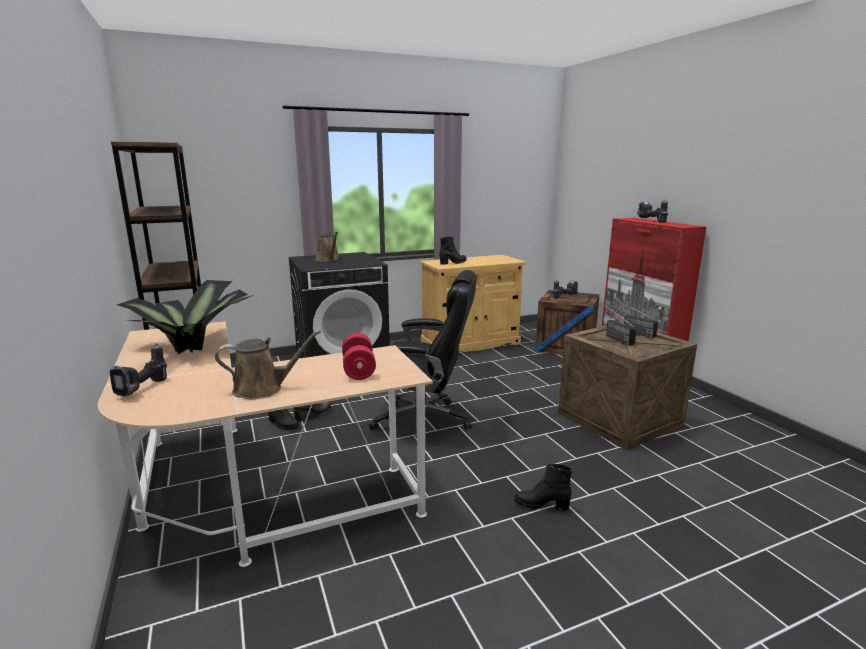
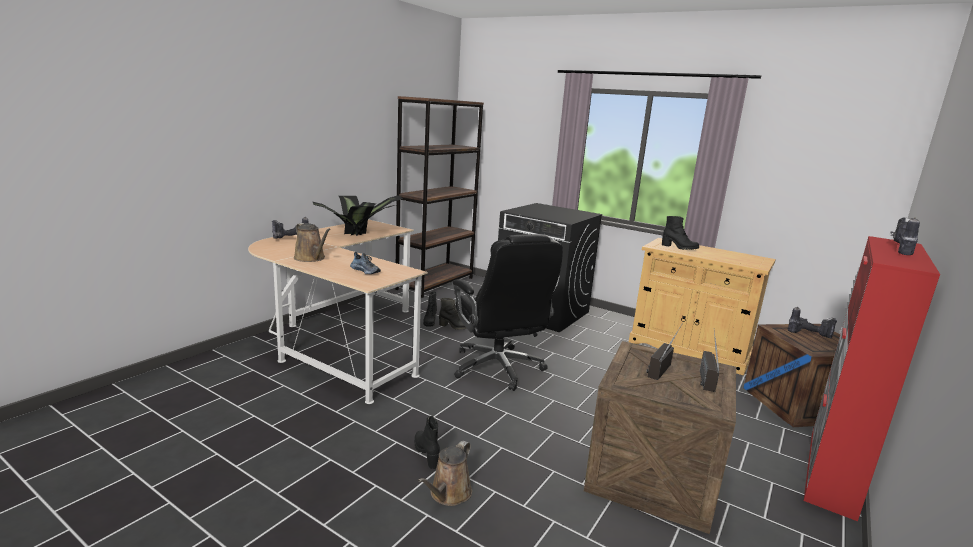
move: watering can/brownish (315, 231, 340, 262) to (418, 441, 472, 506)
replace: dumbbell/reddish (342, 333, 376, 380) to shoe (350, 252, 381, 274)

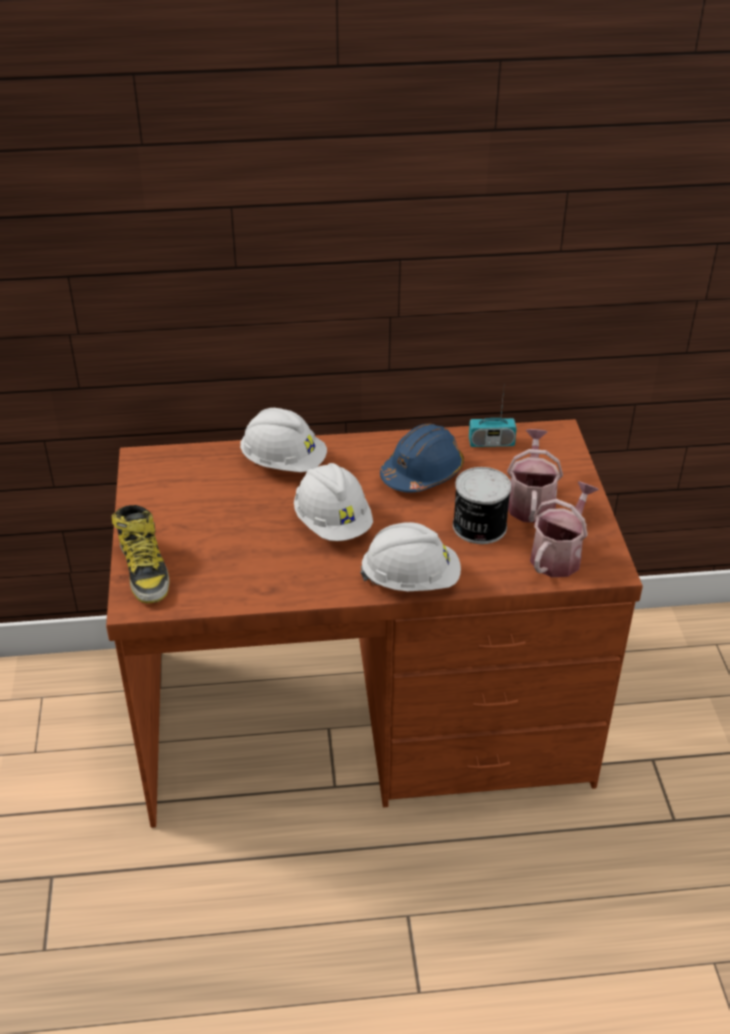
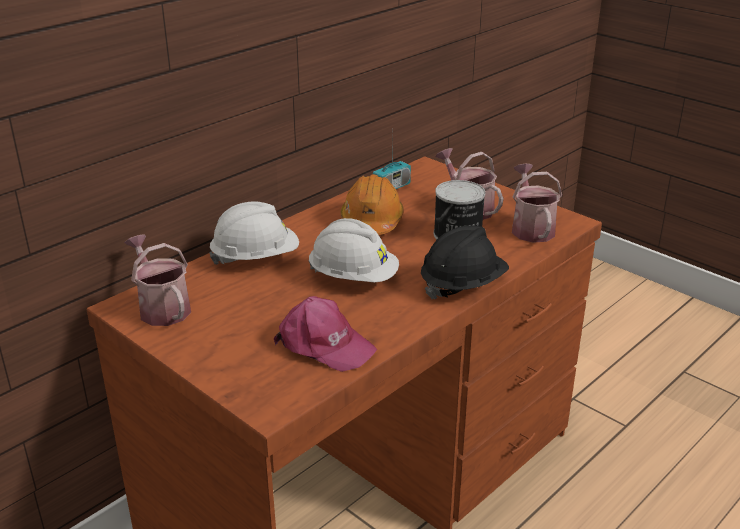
delete: boot (112, 505, 170, 604)
insert: watering can (124, 234, 191, 326); baseball cap/pink-coloured (274, 296, 377, 372)
recolor: work helmet/whitish (360, 522, 461, 591) to work helmet/black-coloured (421, 225, 509, 300); work helmet/bluish (380, 423, 464, 493) to work helmet/orange (340, 174, 404, 235)

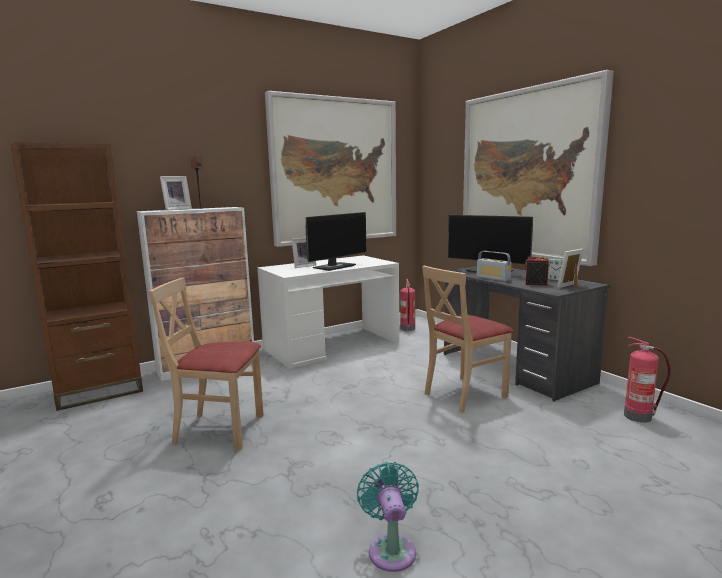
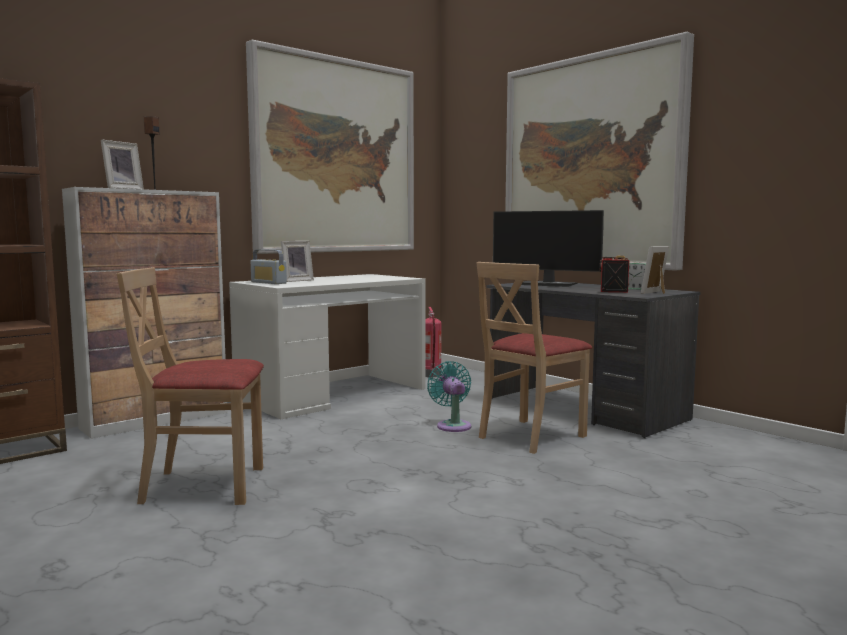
delete: monitor (306, 212, 367, 271); extinguisher (624, 337, 671, 423)
move: cooling fan/turquoise-coloured (357, 462, 419, 572) to (427, 361, 471, 432); radio receiver (477, 251, 511, 281) to (251, 249, 287, 284)

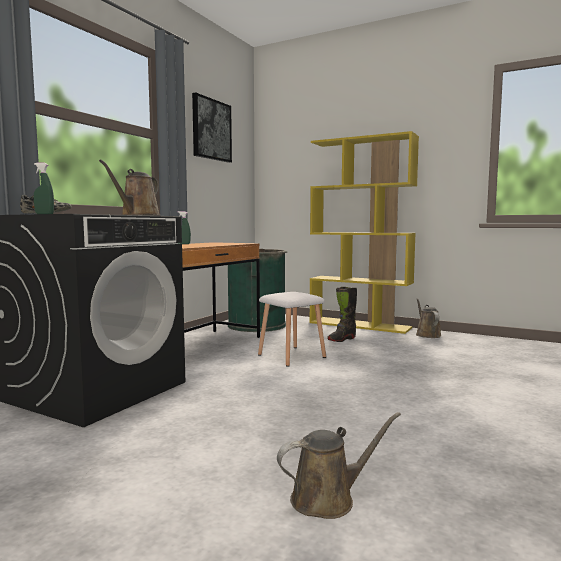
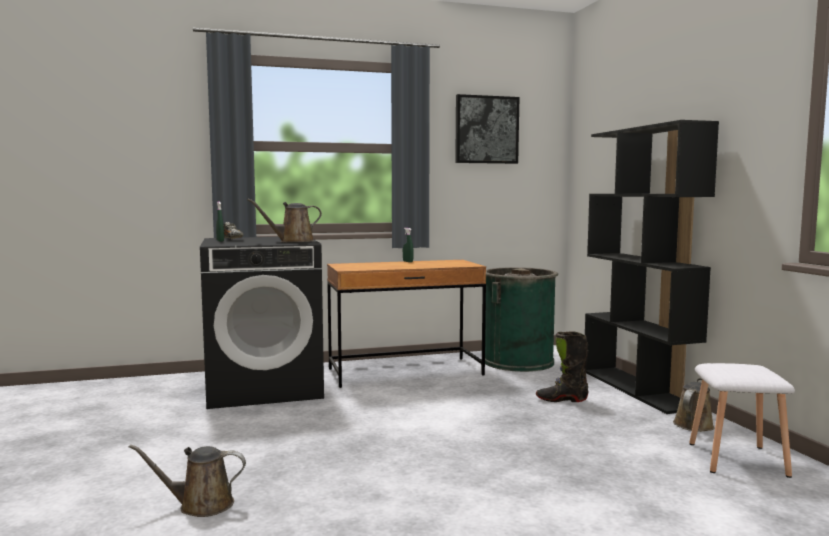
move: stool seat/whitish (258, 292, 326, 367) to (689, 363, 795, 478)
recolor: bookshelf/yellowish (309, 131, 419, 334) to bookshelf/black-coloured (585, 120, 719, 414)
rotate: watering can/brownish (277, 412, 401, 519) = (129, 444, 246, 517) 150 degrees clockwise

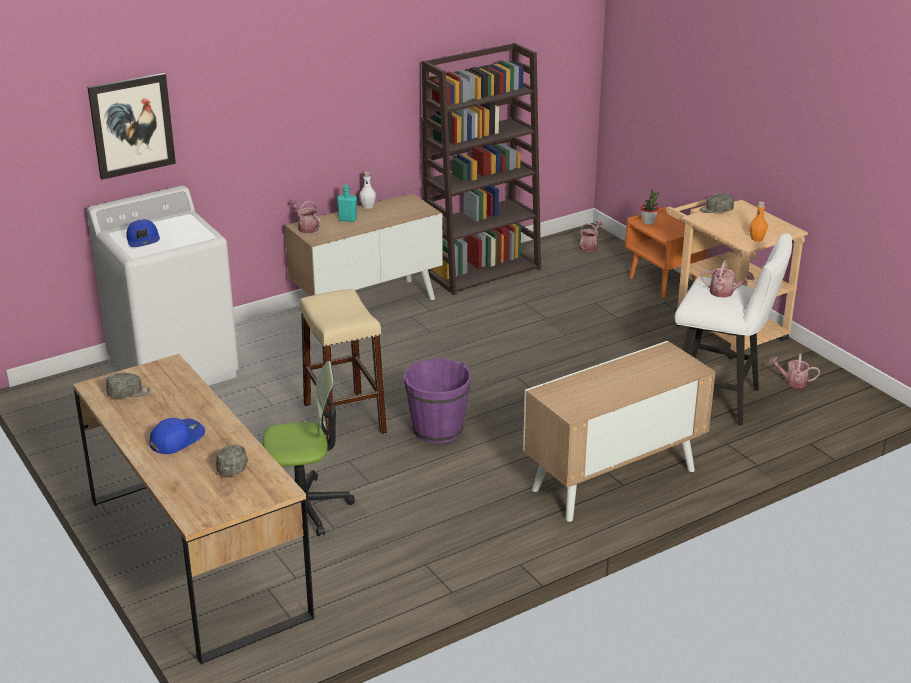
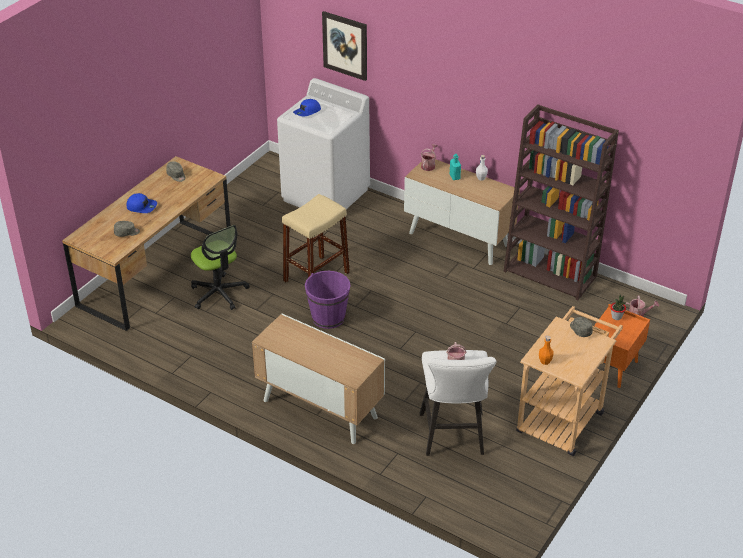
delete: watering can (769, 354, 820, 388)

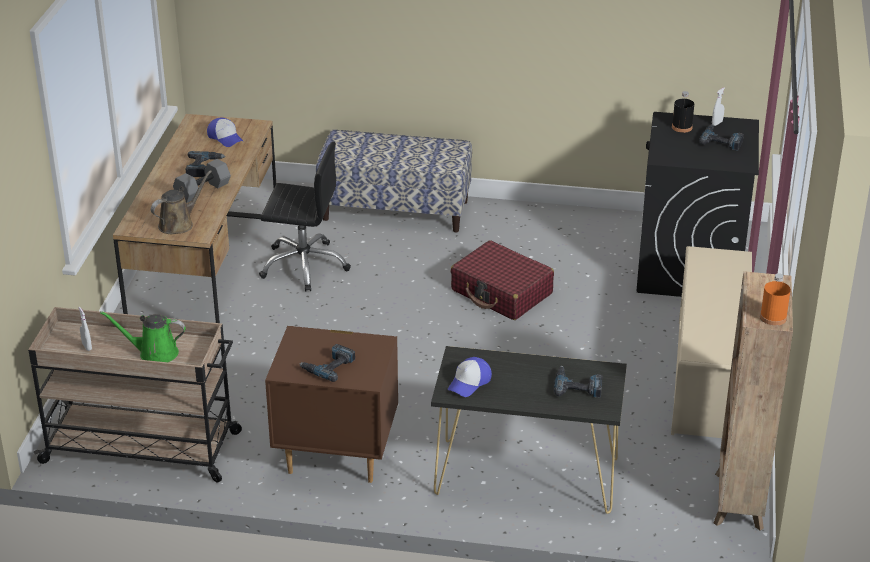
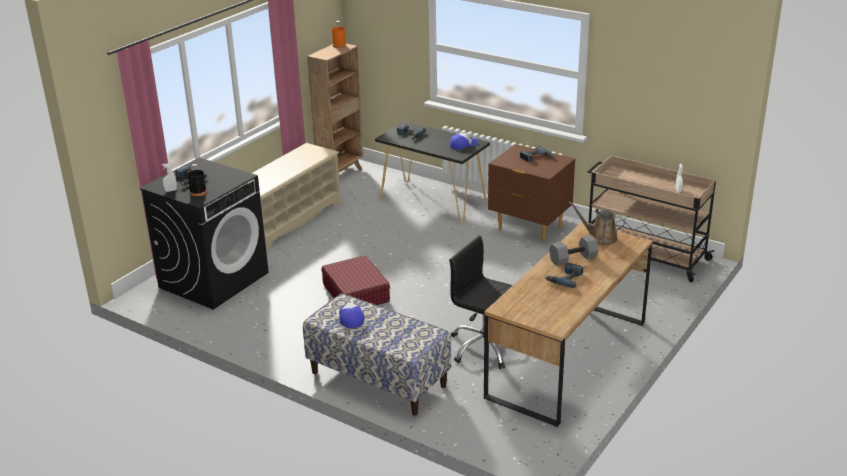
delete: watering can/green-coloured (100, 311, 186, 362)
move: baseball cap (207, 117, 243, 147) to (339, 302, 365, 328)
rotate: watering can/brownish (151, 170, 212, 234) = (568, 201, 626, 245) 45 degrees clockwise

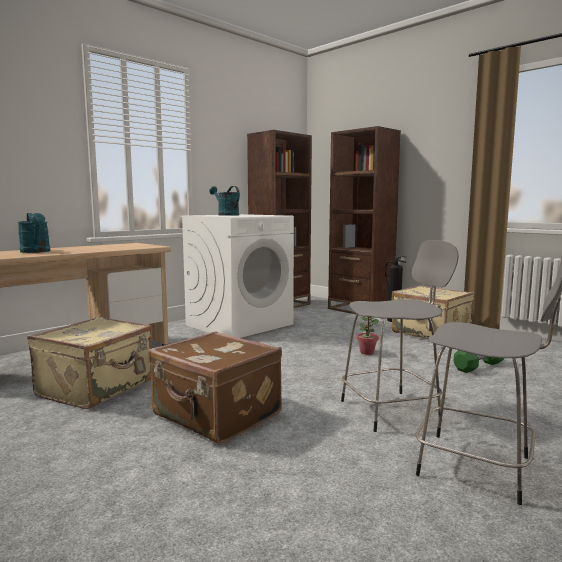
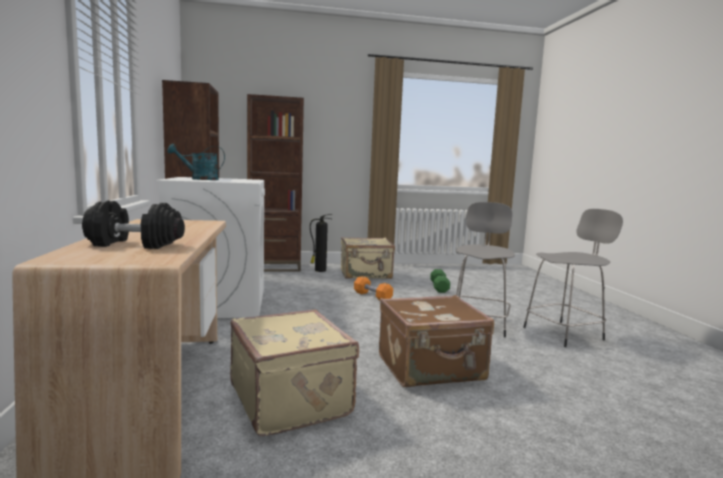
replace: watering can/turquoise-coloured (17, 213, 50, 253) to dumbbell/black-coloured (82, 200, 185, 249); potted plant (356, 316, 379, 355) to dumbbell/orange (354, 276, 393, 301)

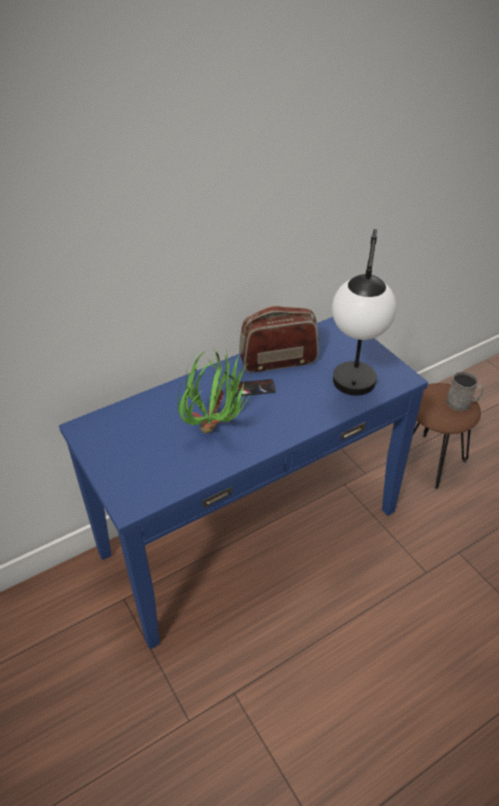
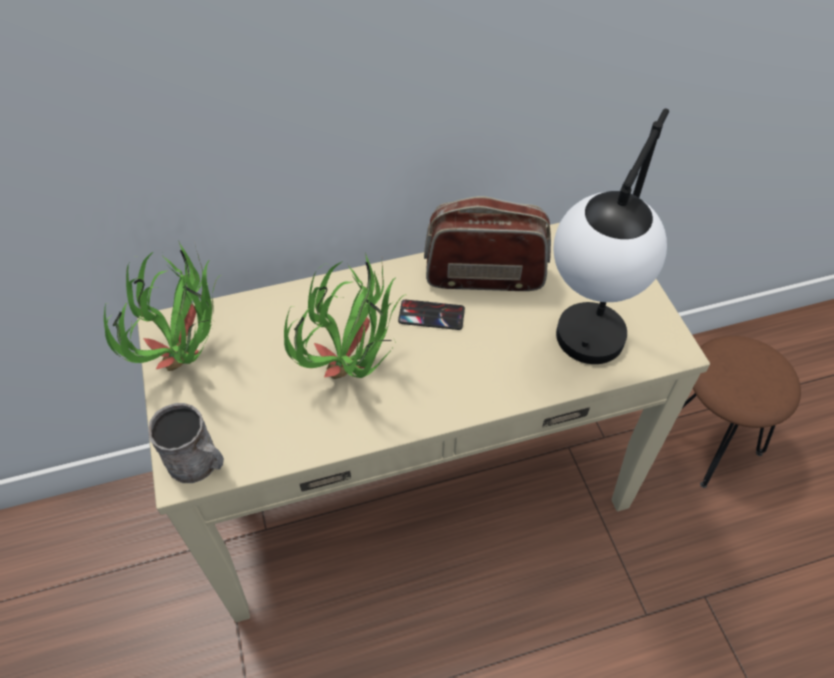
insert: potted plant (104, 240, 222, 371)
move: tea mug/gray (446, 371, 483, 412) to (148, 403, 224, 483)
recolor: narrow table/bluish (59, 317, 428, 649) to narrow table/sand-coloured (137, 223, 710, 622)

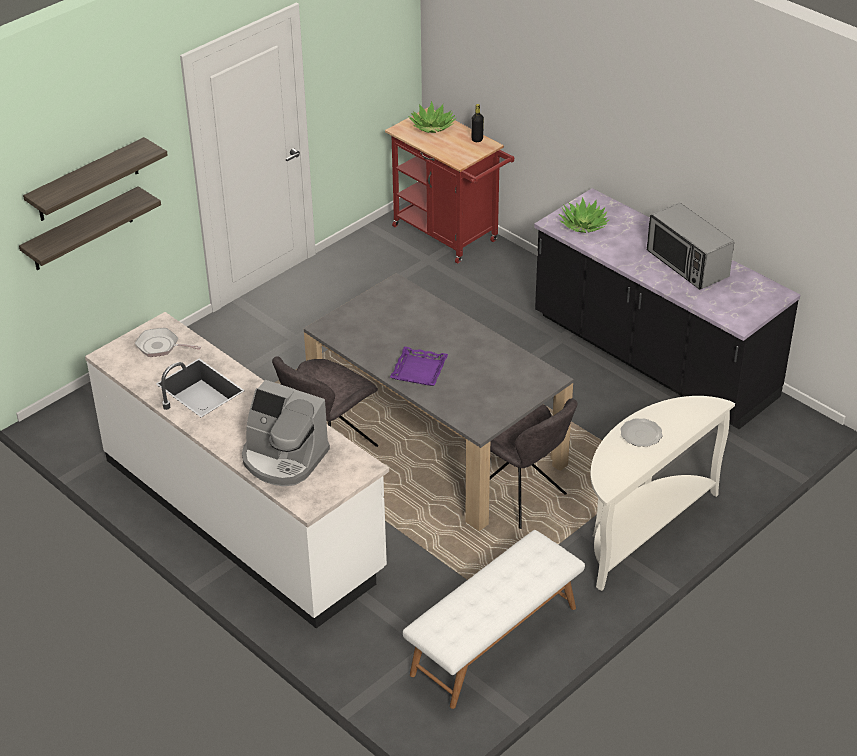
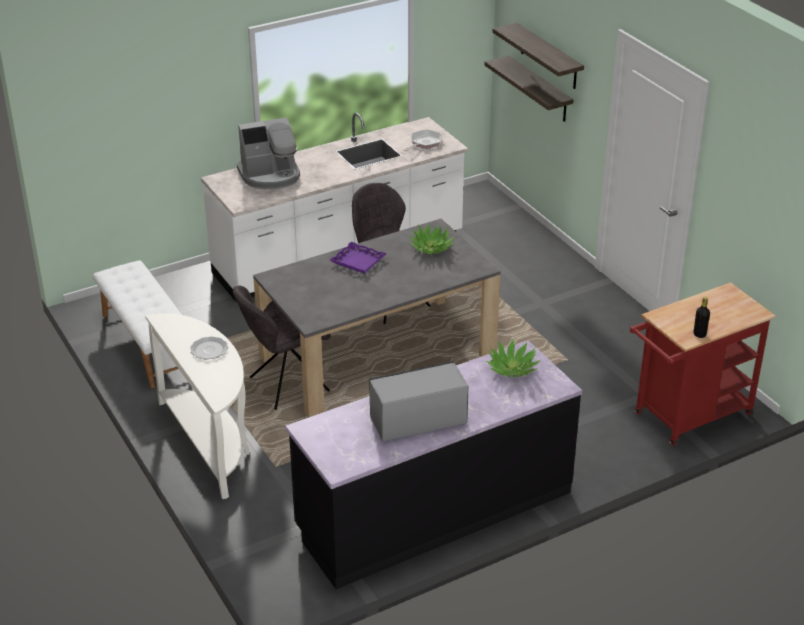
move: potted plant (408, 101, 456, 133) to (410, 223, 455, 255)
rotate: coffee maker (242, 380, 330, 486) = (237, 117, 300, 189) 150 degrees counterclockwise

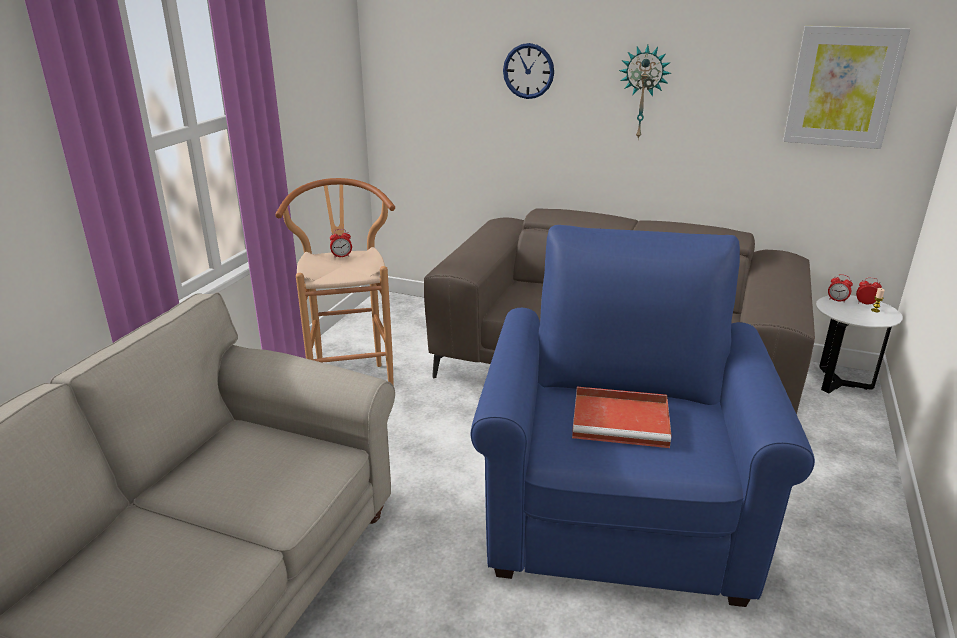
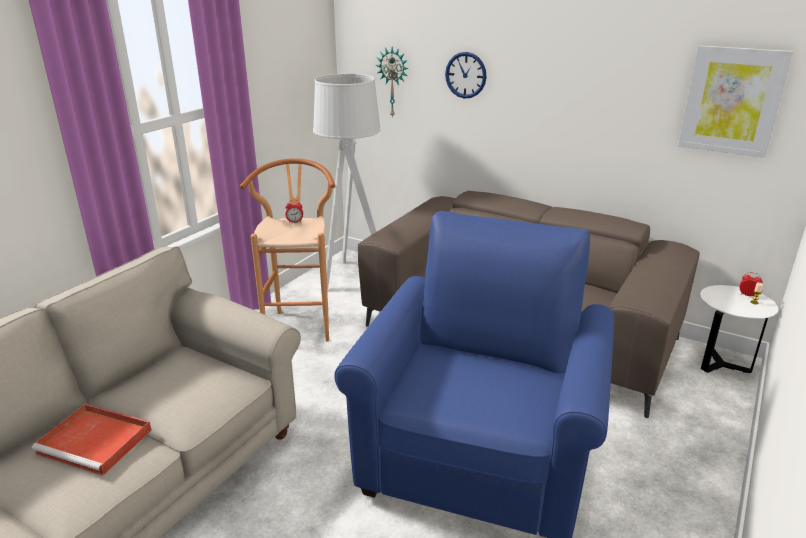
delete: alarm clock (828, 274, 853, 303)
insert: standard lamp/gray (313, 74, 381, 290)
move: carrying tray/reddish (572, 387, 672, 448) to (31, 403, 152, 476); wall clock (619, 45, 671, 140) to (376, 47, 409, 118)

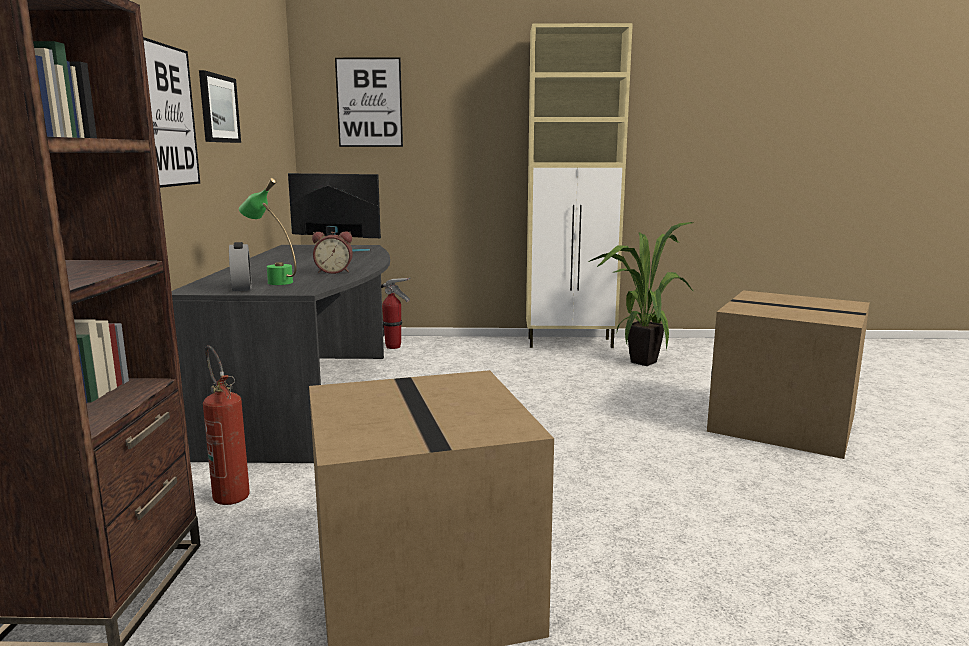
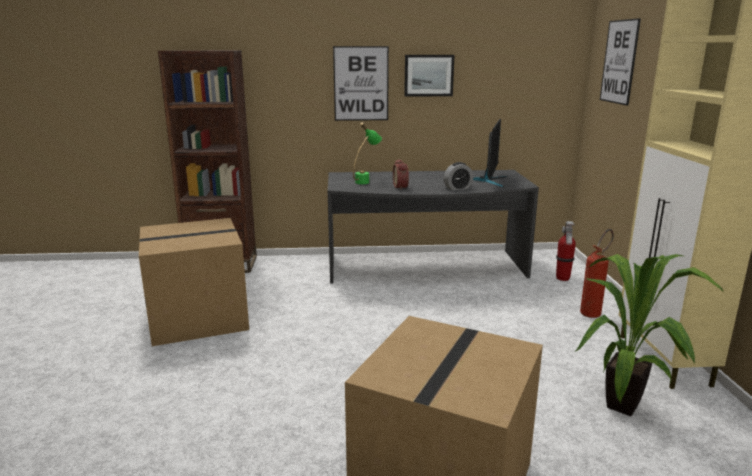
move: extinguisher (203, 345, 250, 505) to (580, 229, 614, 318); alarm clock (229, 242, 252, 291) to (444, 162, 473, 190)

